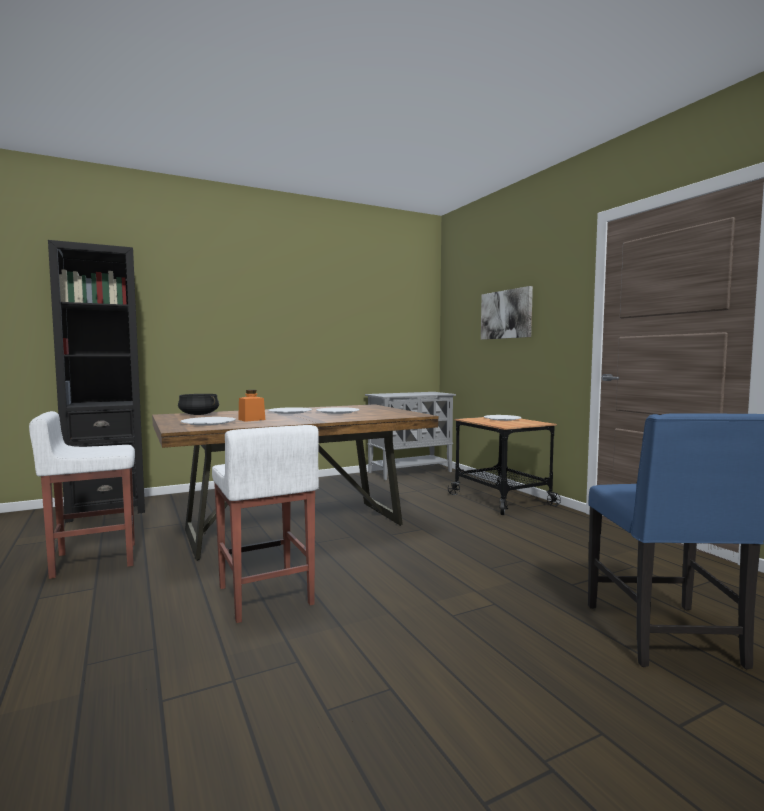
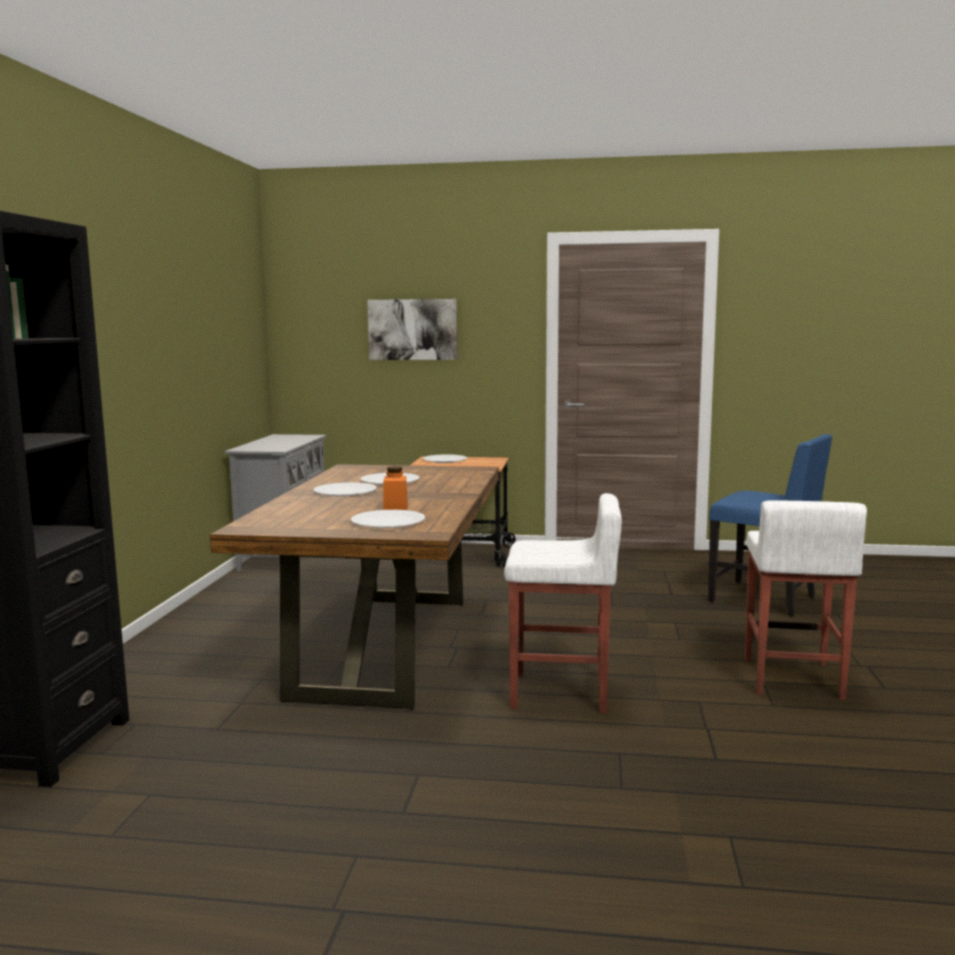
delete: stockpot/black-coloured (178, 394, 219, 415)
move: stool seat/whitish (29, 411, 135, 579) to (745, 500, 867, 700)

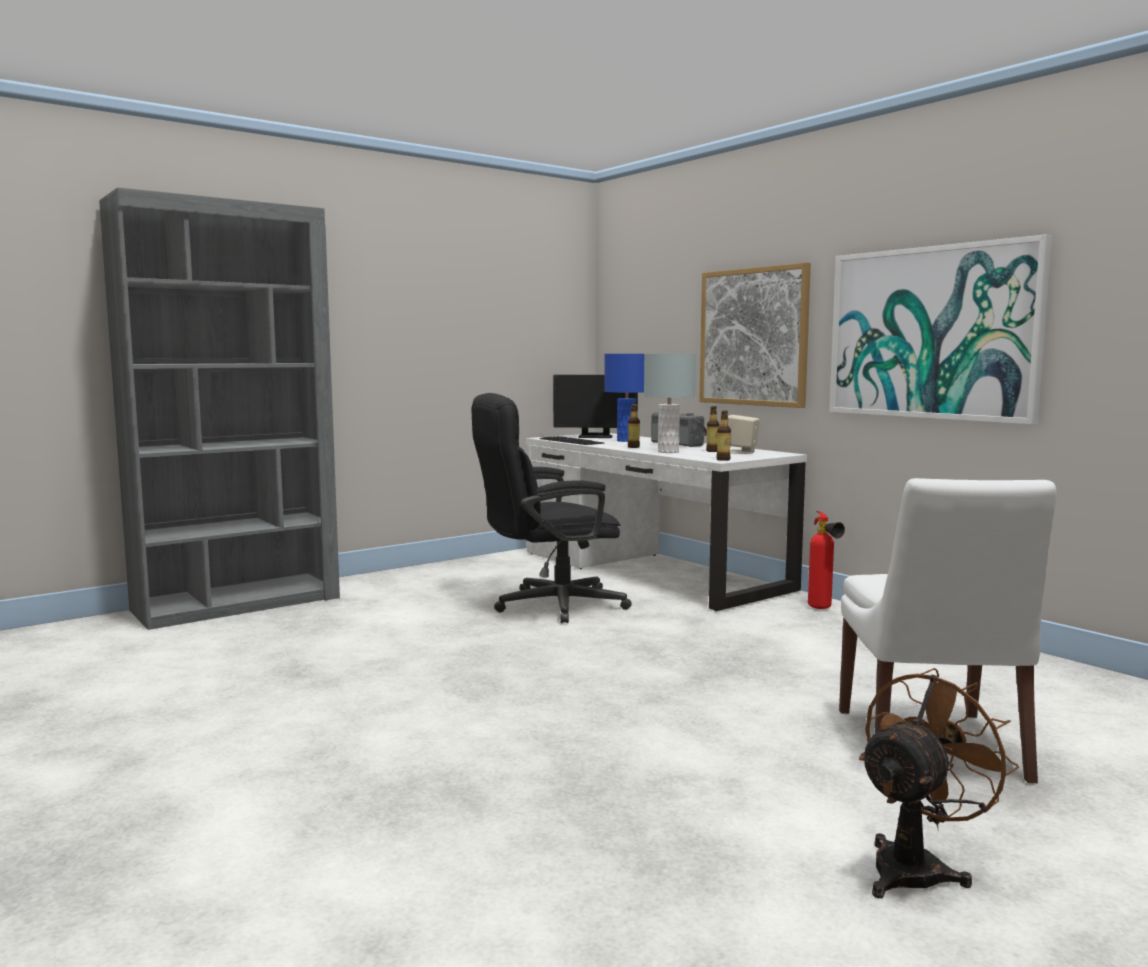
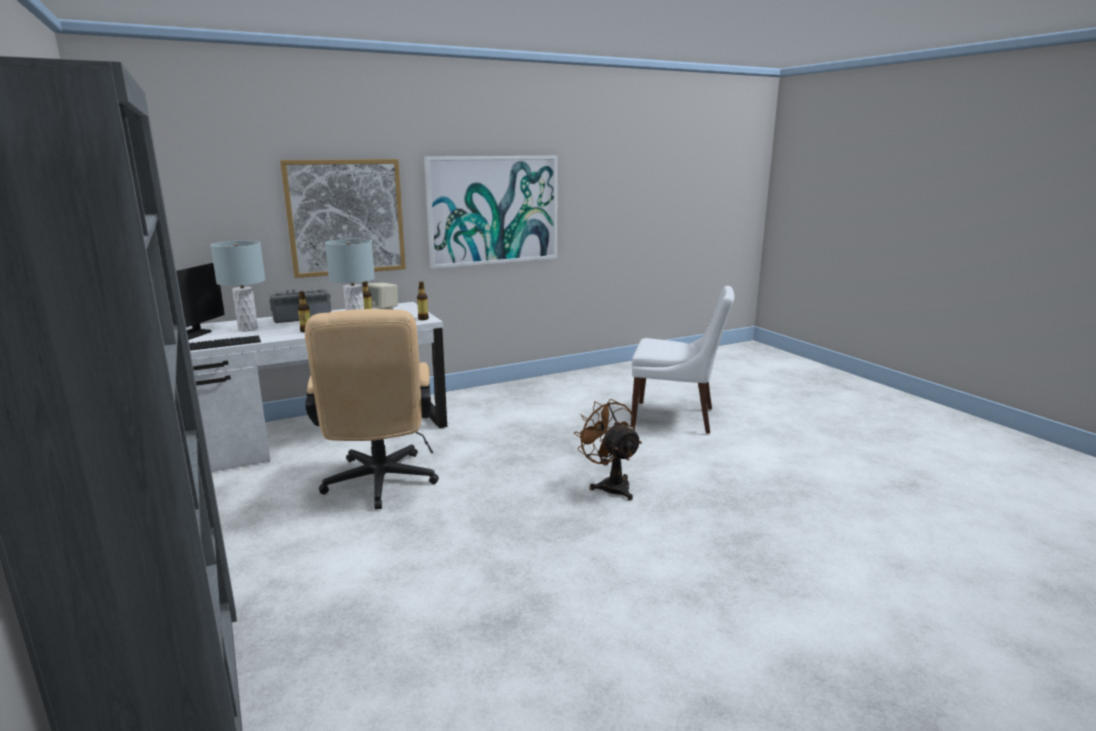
delete: extinguisher (808, 511, 845, 609)
move: cooling fan/brownish (859, 668, 1019, 898) to (574, 399, 642, 501)
recolor: office chair/black-coloured (472, 393, 632, 623) to office chair/sand-coloured (305, 309, 439, 510); table lamp/bluish (604, 354, 644, 442) to table lamp/gray (210, 240, 265, 331)

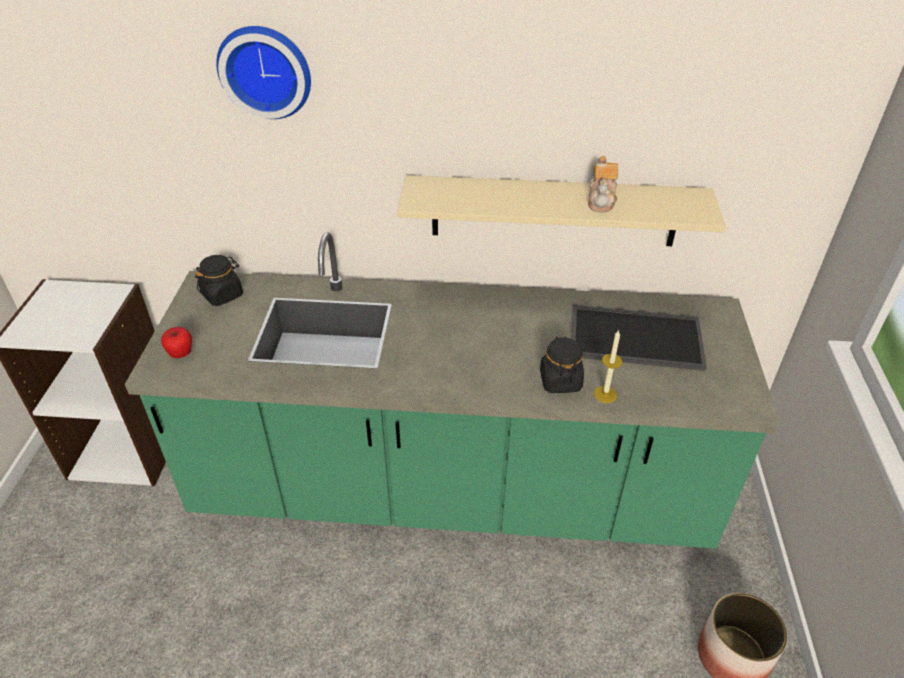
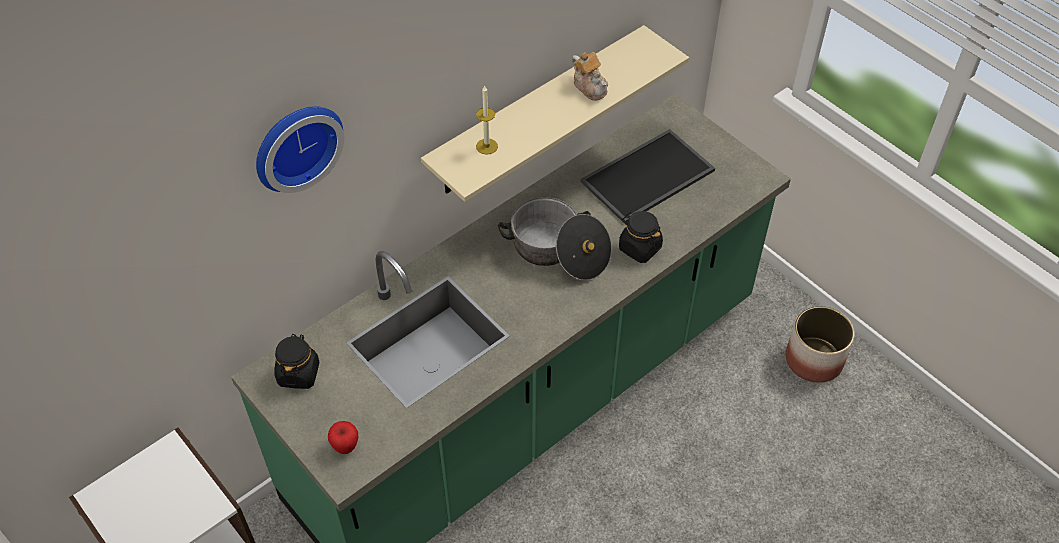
insert: stockpot (498, 197, 612, 280)
move: wax light (594, 330, 623, 403) to (476, 85, 498, 155)

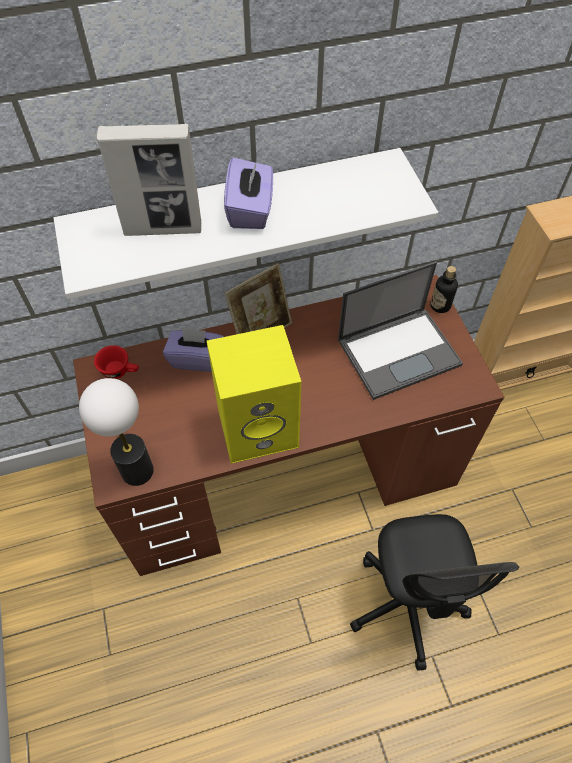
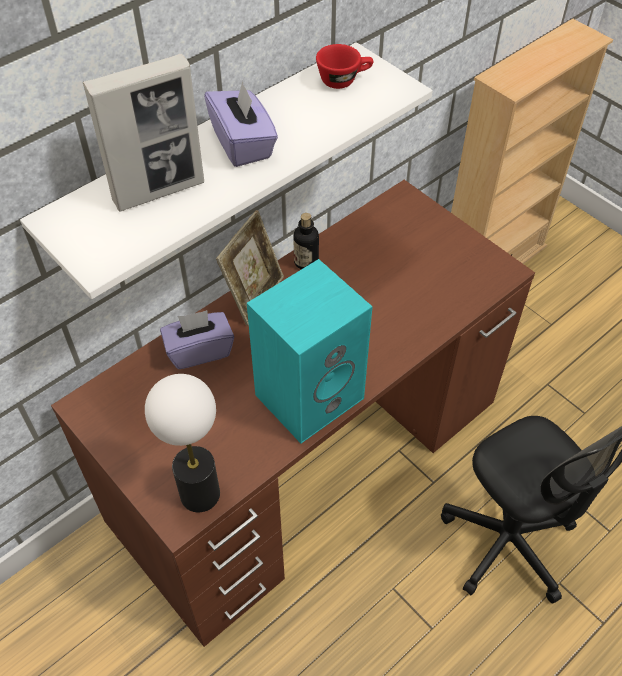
delete: laptop (338, 261, 463, 400)
move: cup/reddish (94, 345, 139, 379) to (316, 44, 373, 89); drink bottle (430, 266, 458, 313) to (293, 213, 319, 269)
recolor: speaker/yellowish (207, 325, 301, 464) to speaker/turquoise-coloured (247, 259, 373, 443)

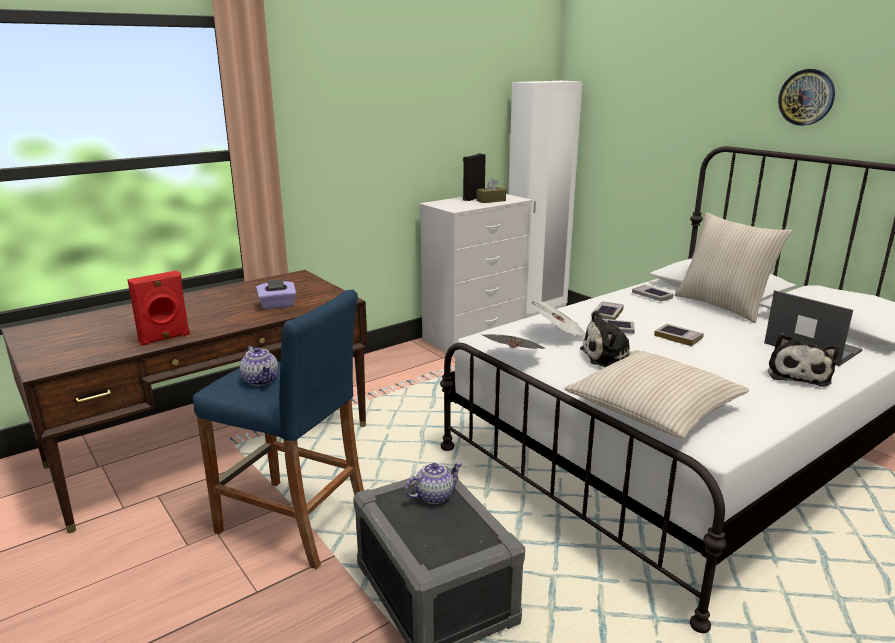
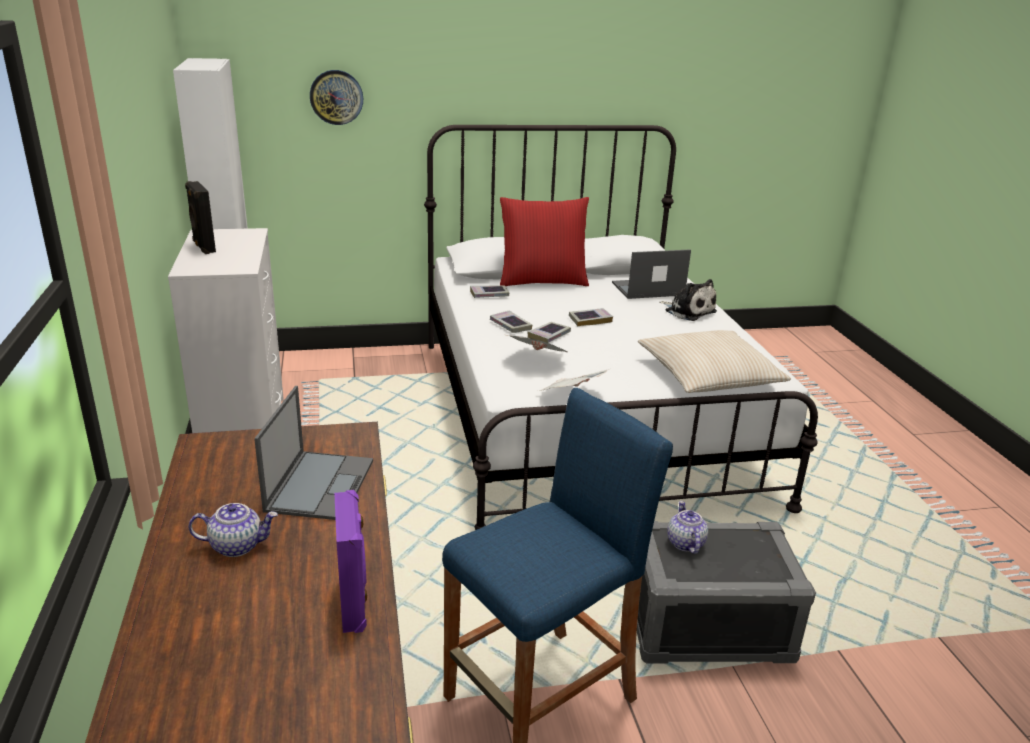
delete: tissue box/brownish (476, 178, 506, 203); soft toy (580, 310, 644, 367)
move: teapot (240, 346, 278, 386) to (189, 503, 278, 557); wall clock (778, 69, 835, 126) to (310, 70, 363, 125)
replace: tissue box/purple-coloured (256, 279, 296, 310) to laptop (254, 386, 373, 520)
recolor: speaker/reddish (127, 270, 190, 346) to speaker/purple-coloured (334, 490, 367, 633); throw pillow/sand-coloured (675, 213, 792, 323) to throw pillow/reddish (500, 197, 589, 286)

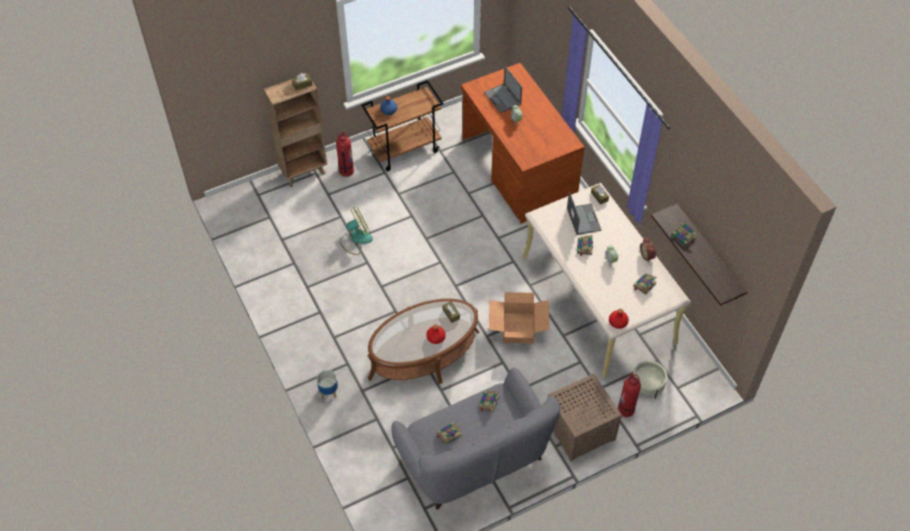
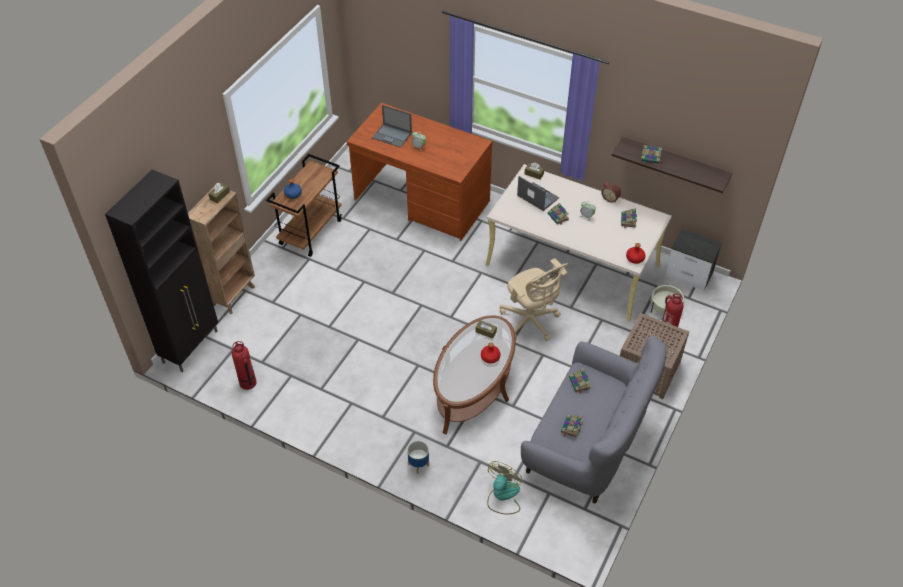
insert: cupboard/black-coloured (105, 170, 218, 372); nightstand (665, 229, 722, 291)
move: extinguisher (336, 132, 354, 177) to (232, 341, 257, 390); cooling fan (340, 207, 373, 255) to (487, 461, 522, 515)
replace: carton (489, 292, 549, 344) to office chair/sand-coloured (500, 258, 568, 342)

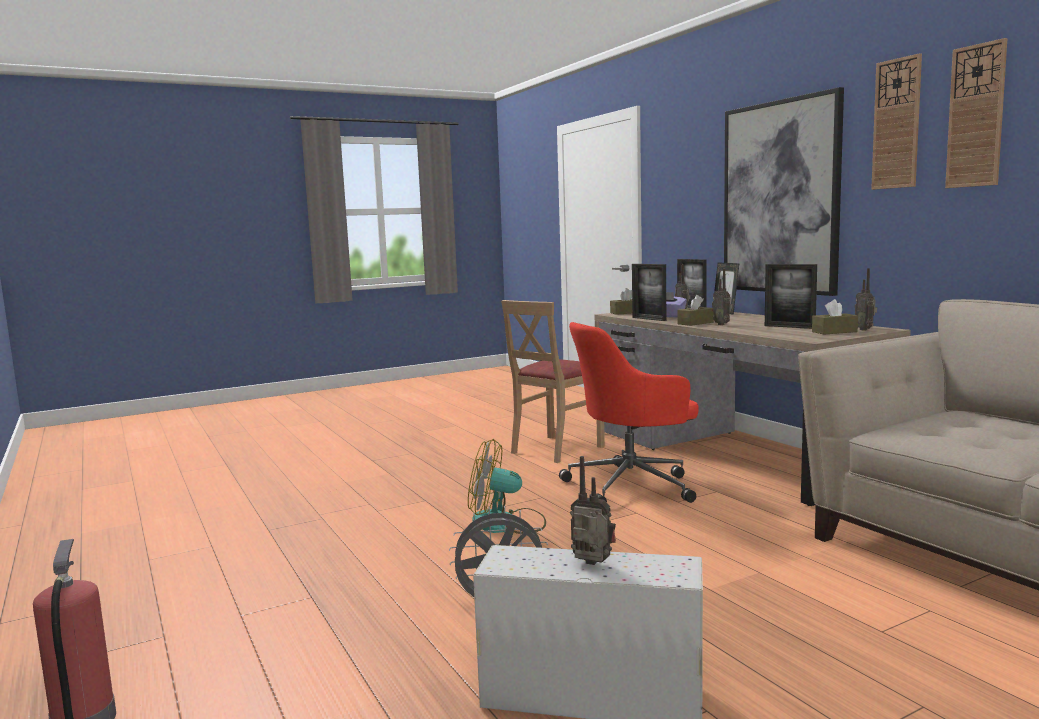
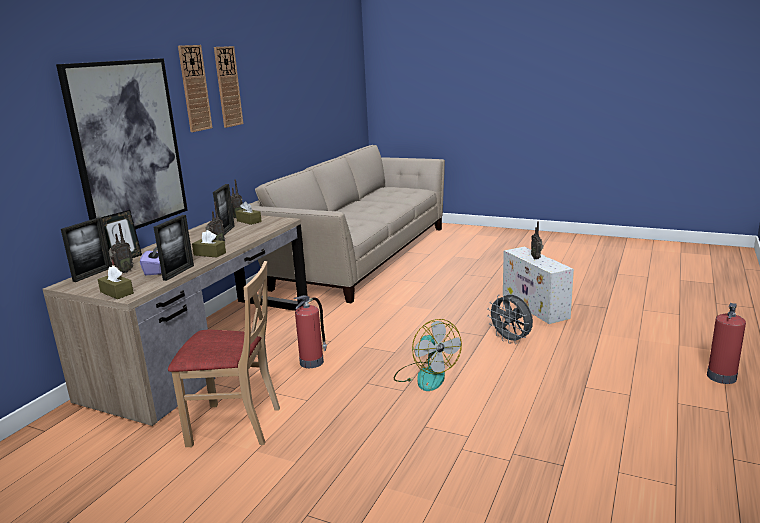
replace: office chair/reddish (559, 322, 699, 503) to extinguisher (294, 295, 327, 368)

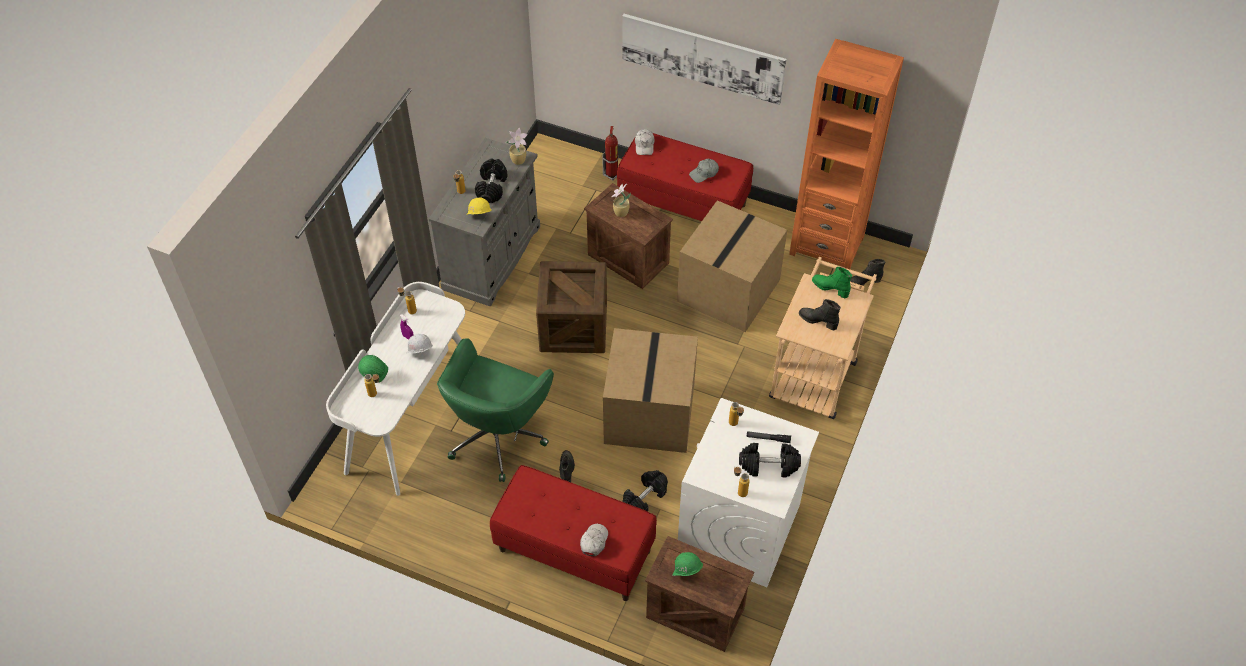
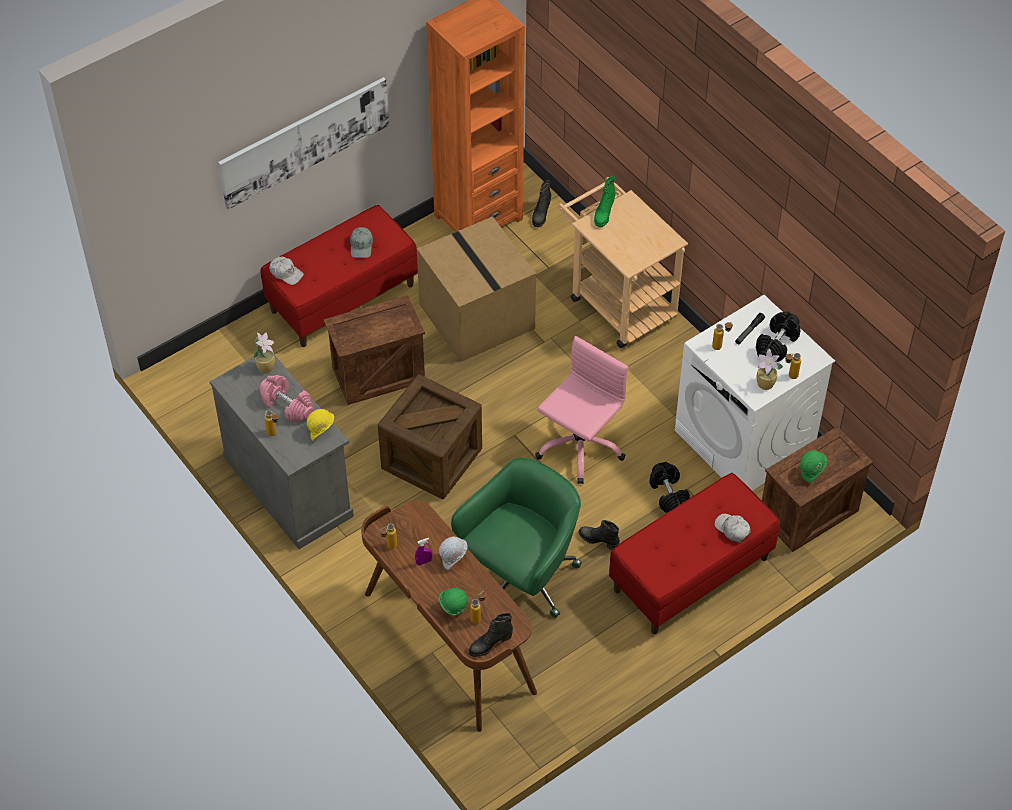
delete: extinguisher (602, 126, 618, 181)
move: potted plant (611, 184, 631, 217) to (757, 349, 783, 390); boot/black-coloured (799, 299, 841, 331) to (469, 613, 513, 657)
replace: carton (603, 328, 698, 453) to office chair/pink-coloured (535, 336, 628, 484)
recolor: desk table/whitish (326, 282, 465, 496) to desk table/brownish (361, 500, 537, 732); dumbbell/black-coloured (475, 158, 508, 203) to dumbbell/pink-coloured (259, 375, 314, 422)
rotate: office chair/green-coloured (437, 338, 554, 482) = (451, 458, 582, 618) 105 degrees counterclockwise; boot/green-coloured (812, 267, 852, 298) = (594, 176, 616, 227) 45 degrees counterclockwise

